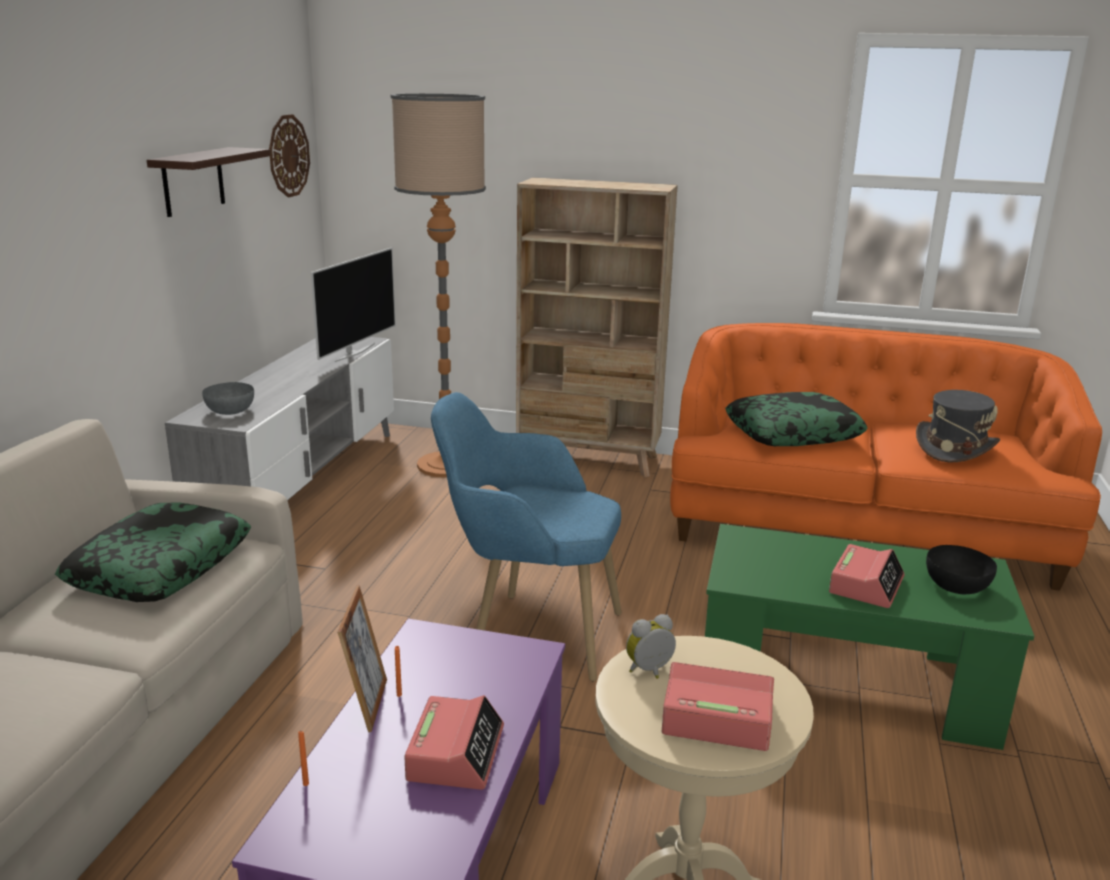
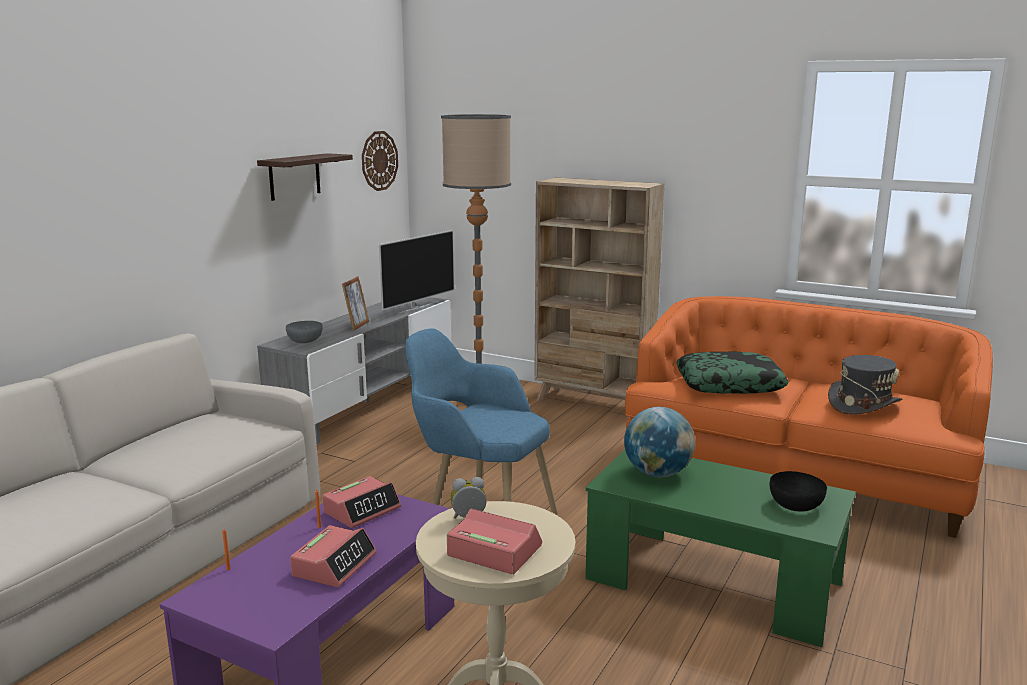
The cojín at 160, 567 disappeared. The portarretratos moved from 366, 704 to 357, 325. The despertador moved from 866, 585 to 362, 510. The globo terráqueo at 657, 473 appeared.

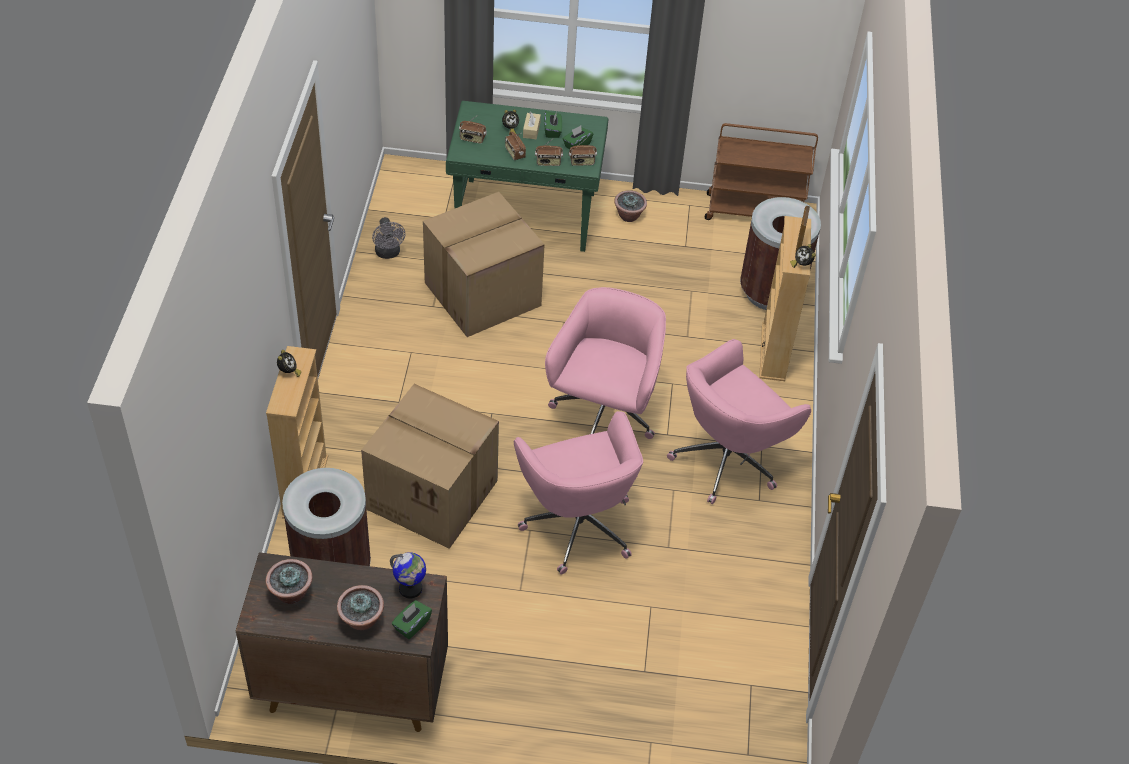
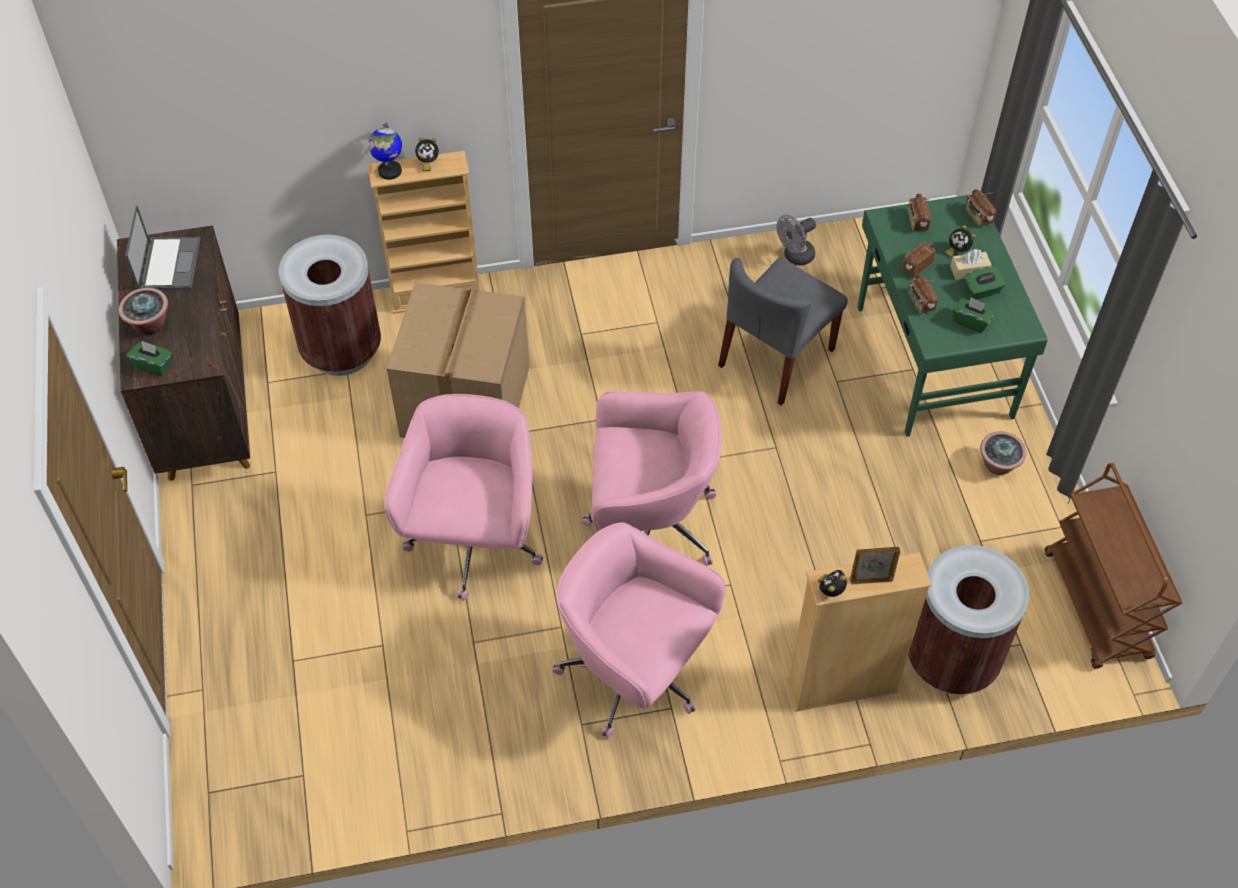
The planta en maceta at 291, 593 was replaced by the portátil at 169, 263. The globo terráqueo moved from 410, 589 to 389, 171. The caja de cartón at 482, 295 was replaced by the silla (gris) at 776, 358. The silla de oficina (rosa) at 577, 523 turned 135 degrees clockwise. The radio moved from 582, 162 to 977, 216.

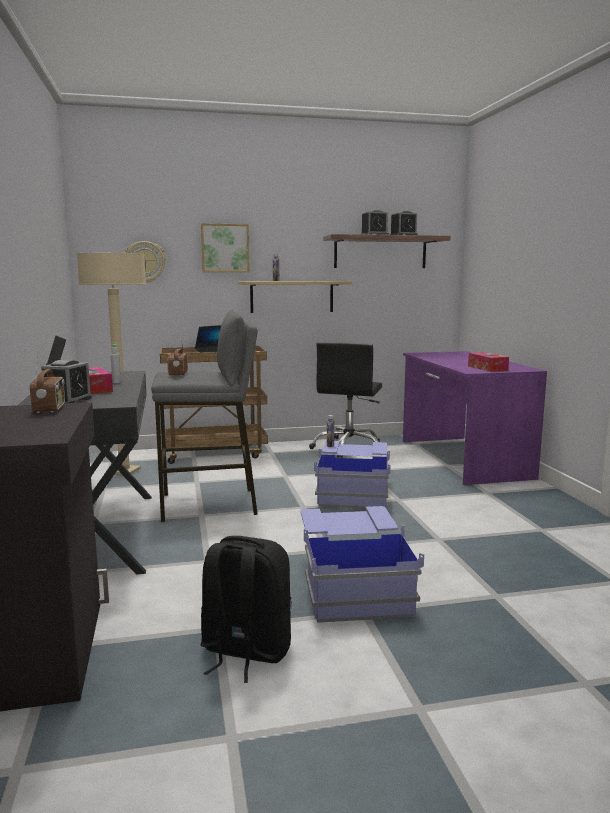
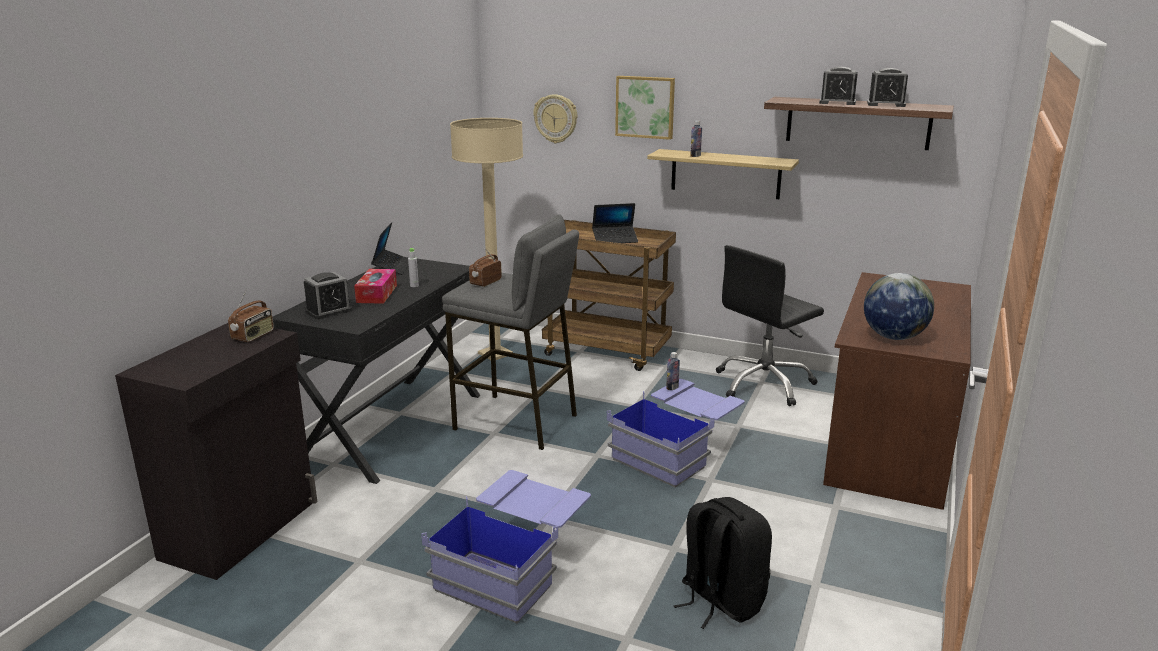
The mochila (negro) moved from 244, 652 to 720, 600. The escritorio (morado) at 462, 458 became the escritorio (marrón) at 889, 442. The caja de pañuelos at 487, 368 was replaced by the globo terráqueo at 893, 337.

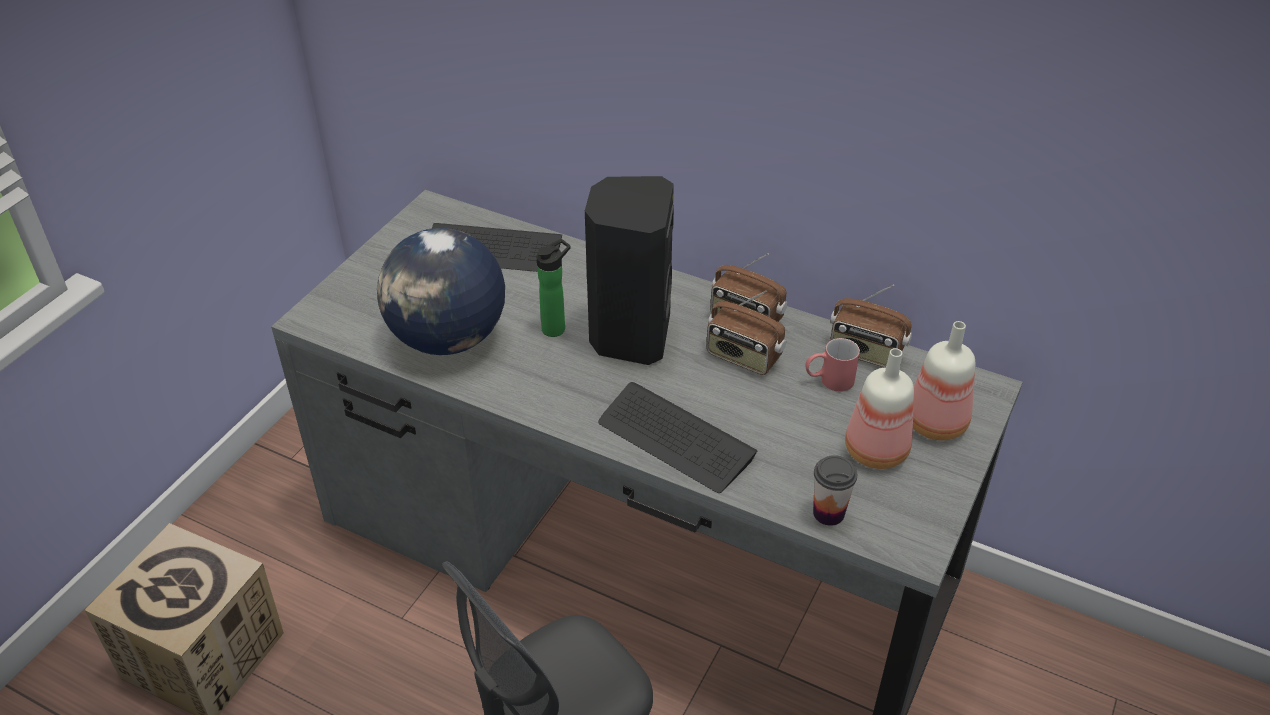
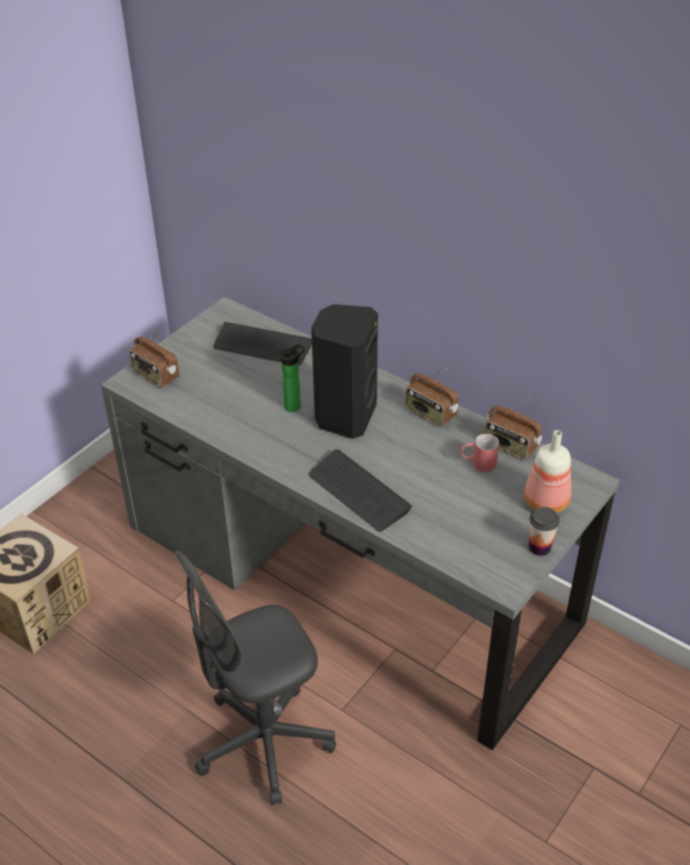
The globo terráqueo at 448, 339 disappeared. The radio moved from 743, 357 to 155, 376. The taza moved from 828, 513 to 540, 547. The botella at 876, 452 disappeared.

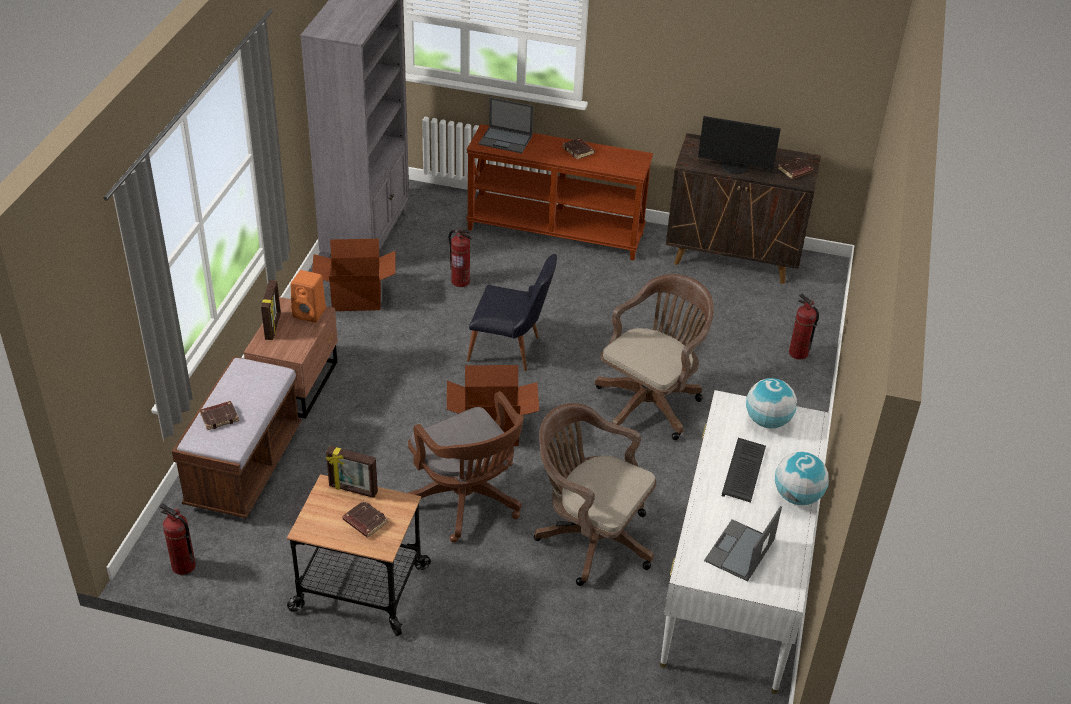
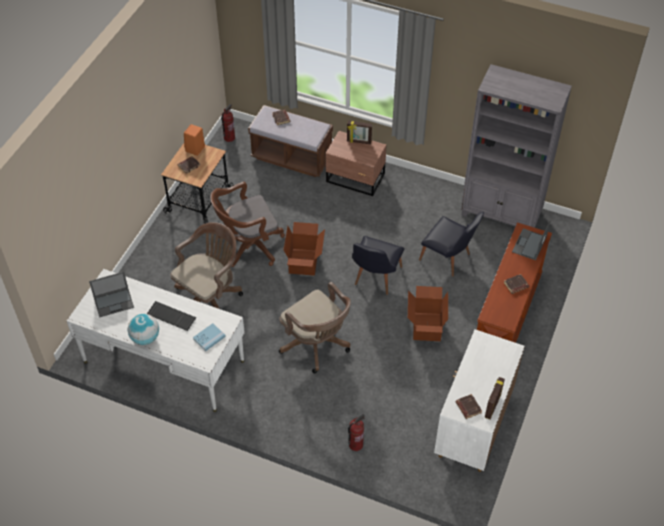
The altavoz (naranja) moved from 310, 313 to 195, 149. The caja de cartón moved from 356, 299 to 426, 327. The portarretratos moved from 353, 490 to 492, 406. The extintor at 461, 281 was replaced by the silla (negro) at 448, 259. The armario (marrón) at 734, 258 became the armario (blanco) at 472, 429. The monitor at 734, 167 disappeared. The portátil at 739, 551 turned 120 degrees clockwise. The globo terráqueo at 767, 421 was replaced by the libro (azul) at 209, 338.

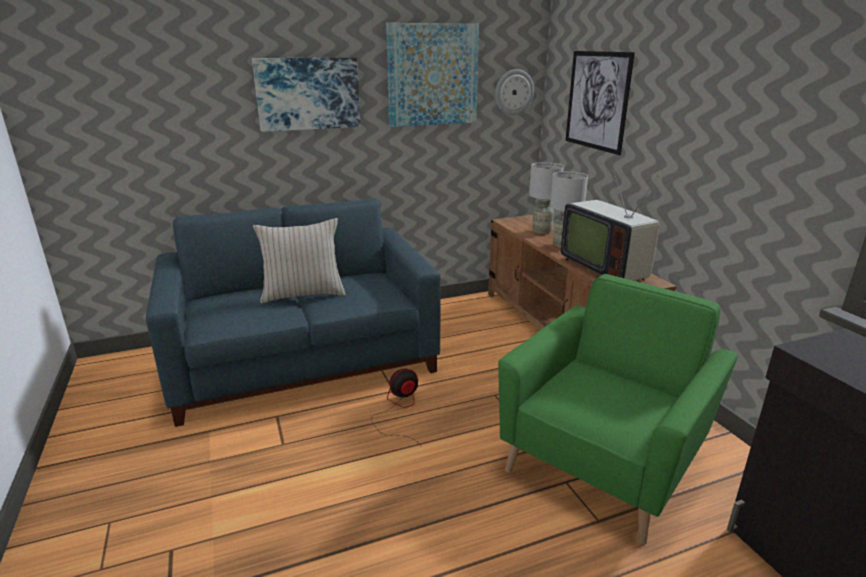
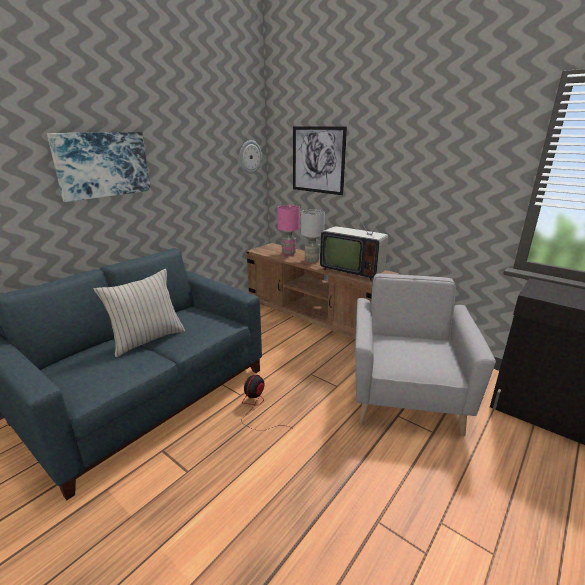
The cuadro at 432, 75 disappeared. The sillón (verde) at 603, 461 became the sillón (gris) at 405, 394. The lámpara de mesa (gris) at 542, 231 became the lámpara de mesa (rosa) at 289, 253.

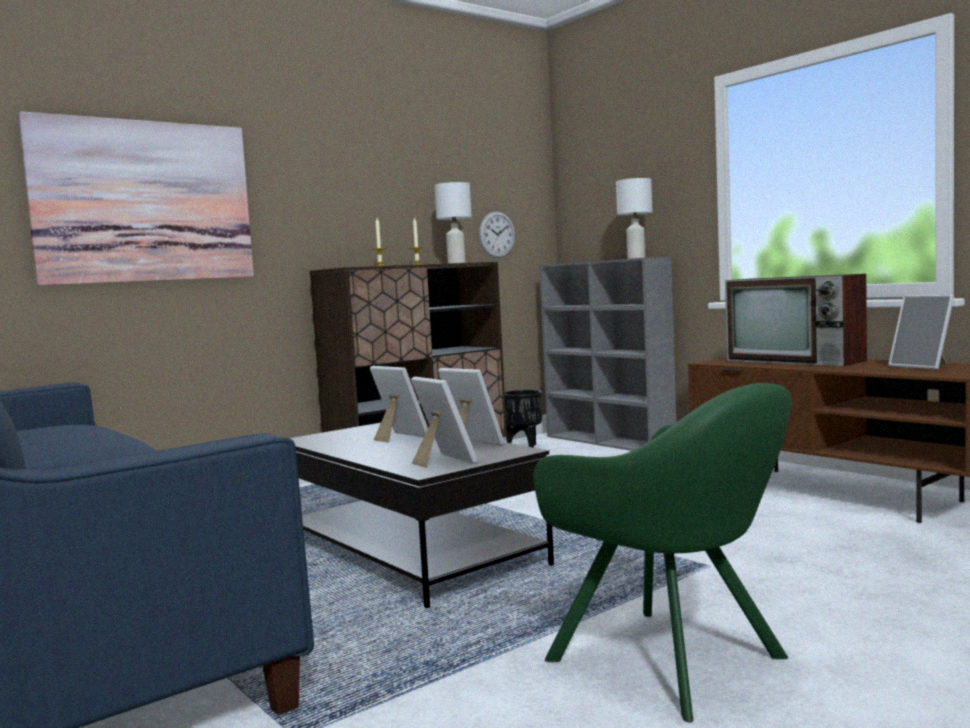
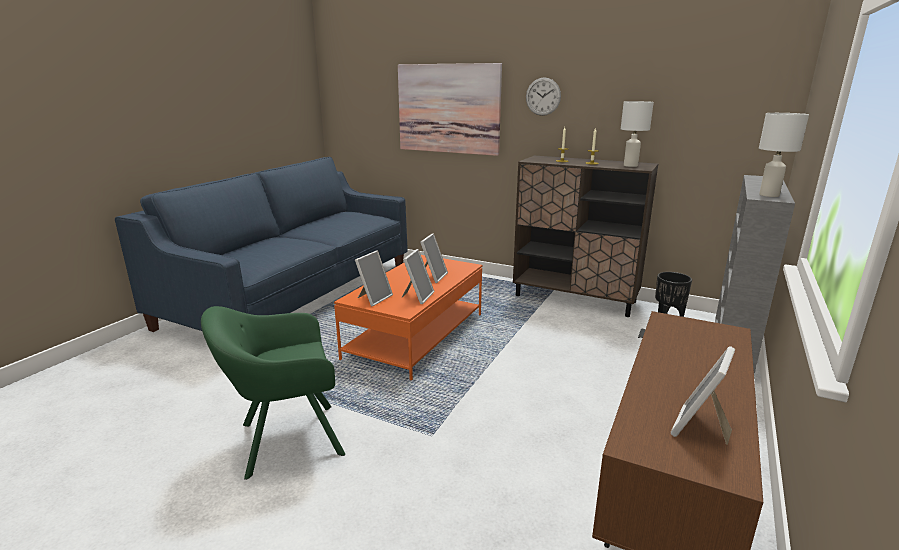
The mesa de centro (negro) at 407, 551 became the mesa de centro (naranja) at 416, 335. The reloj de pared moved from 497, 234 to 543, 96. The sillón (verde) at 674, 662 turned 45 degrees clockwise. The televisor at 797, 361 disappeared.

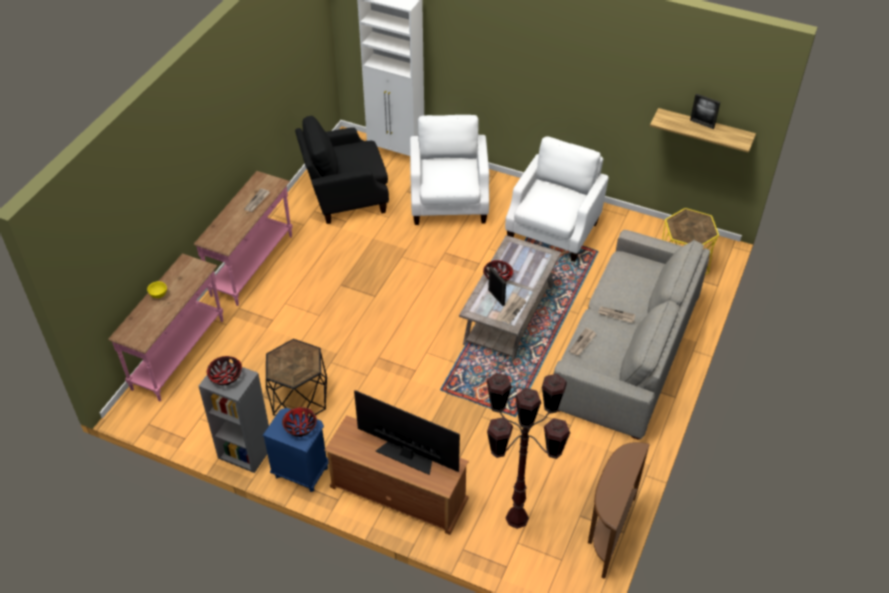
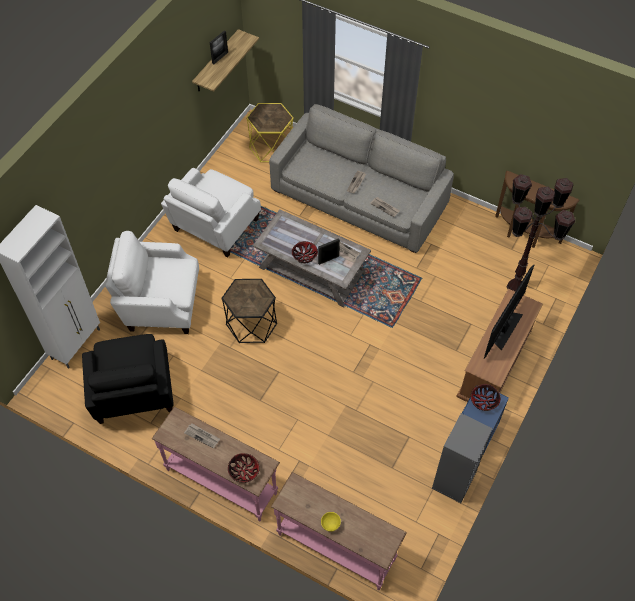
The cuenco moved from 226, 376 to 244, 471. The mesa auxiliar (negro) moved from 299, 400 to 251, 324. The sillón (blanco) at 554, 229 turned 90 degrees counterclockwise.

